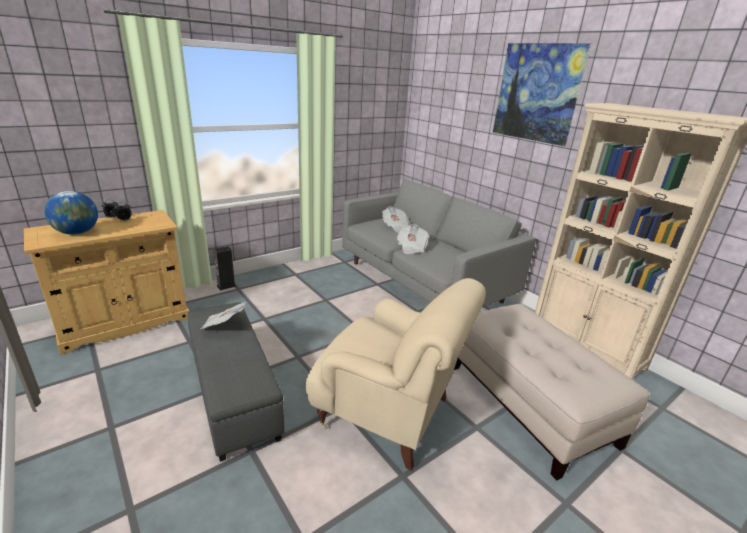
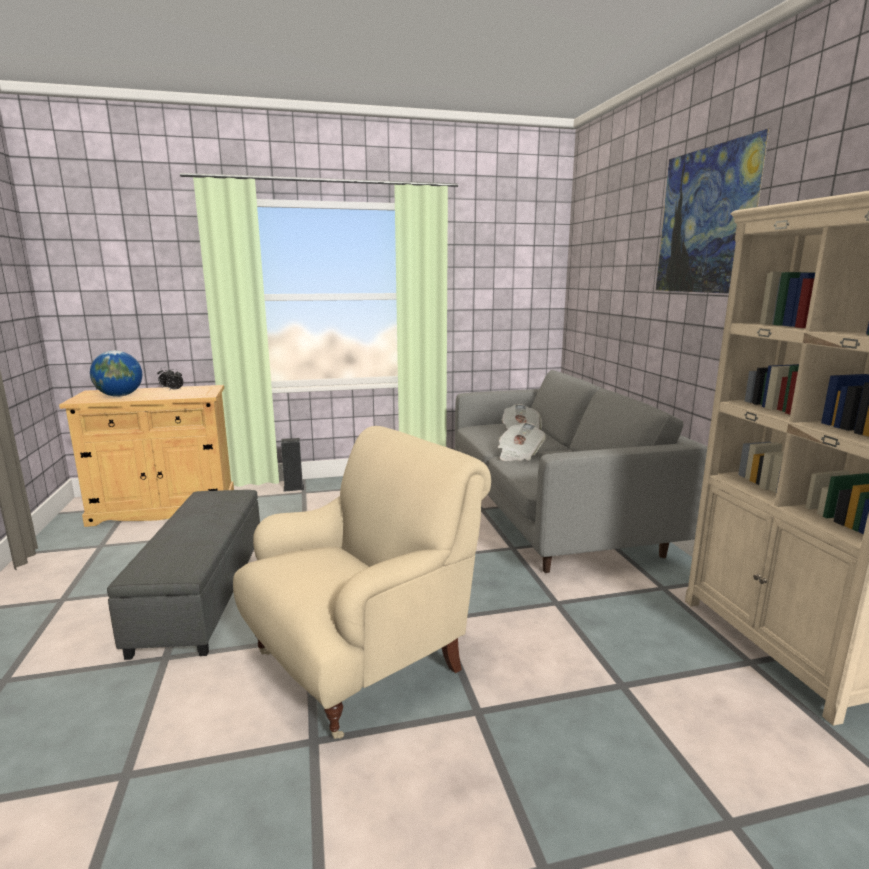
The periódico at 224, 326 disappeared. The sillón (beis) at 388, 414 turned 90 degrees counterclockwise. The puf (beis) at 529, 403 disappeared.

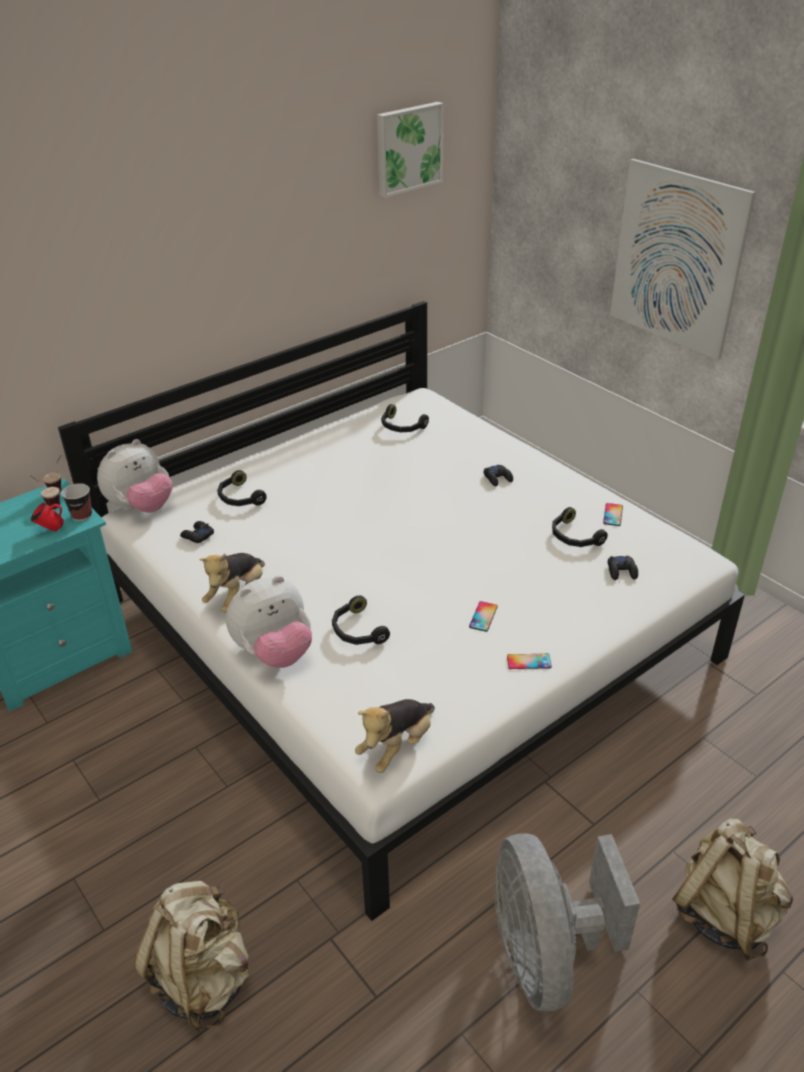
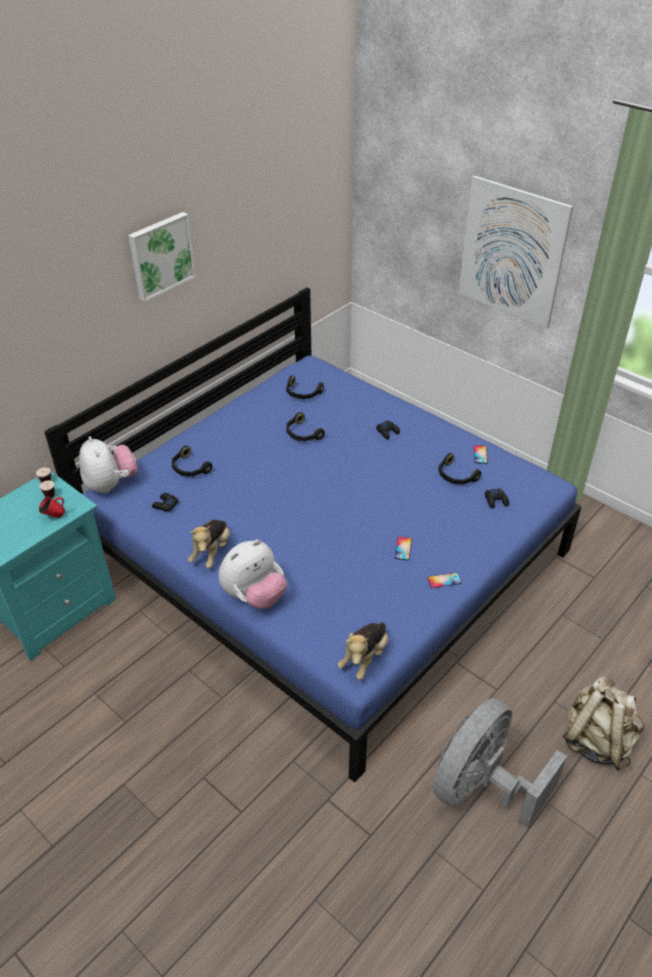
The cama (blanco) at 404, 628 became the cama (azul) at 327, 555. The taza at 82, 515 disappeared. The peluche at 141, 507 turned 60 degrees counterclockwise. The mochila (beis) at 203, 978 disappeared. The auriculares (negro) moved from 357, 630 to 302, 434. The cuadro moved from 408, 148 to 160, 255. The ventilador (gris) at 546, 953 turned 60 degrees clockwise.

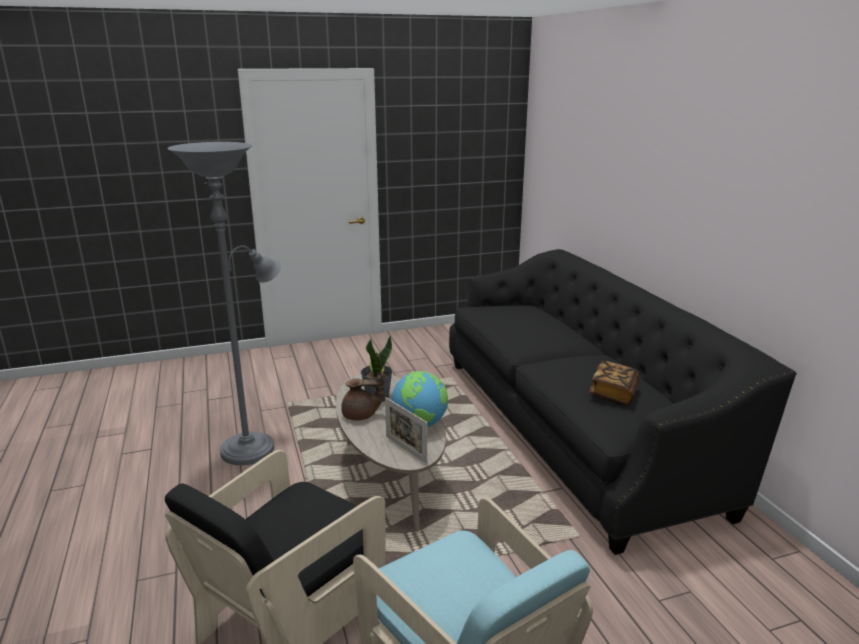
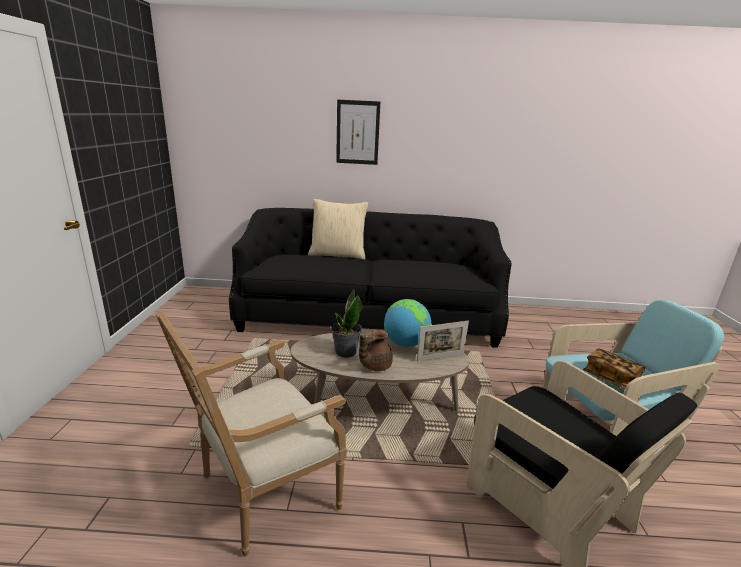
The lámpara de pie (gris) at 253, 446 was replaced by the sillón at 262, 492. The tetera (marrón) at 361, 415 turned 150 degrees counterclockwise. The libro moved from 613, 393 to 610, 378. The cojín (beis) at 338, 254 appeared. The cuadro at 357, 132 appeared.

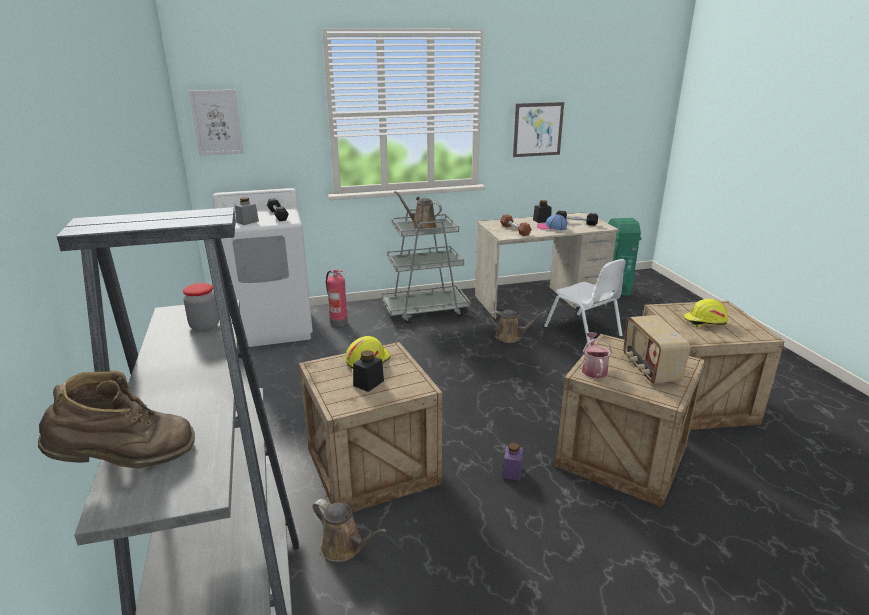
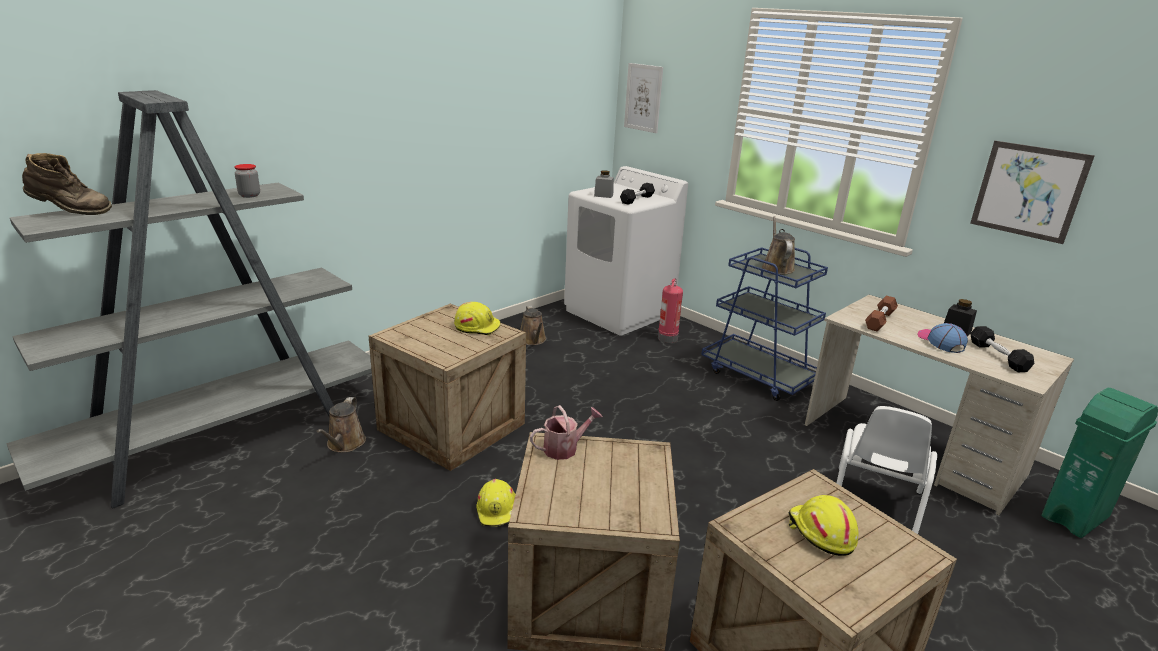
The bota (marrón) at 128, 464 turned 45 degrees counterclockwise. The tarro (negro) at 368, 383 disappeared. The carrito (gris) at 425, 310 became the carrito (azul) at 758, 376. The regadera (marrón) moved from 510, 337 to 533, 340. The tarro (morado) at 512, 471 was replaced by the casco (amarillo) at 498, 511. The radio at 649, 369 disappeared.

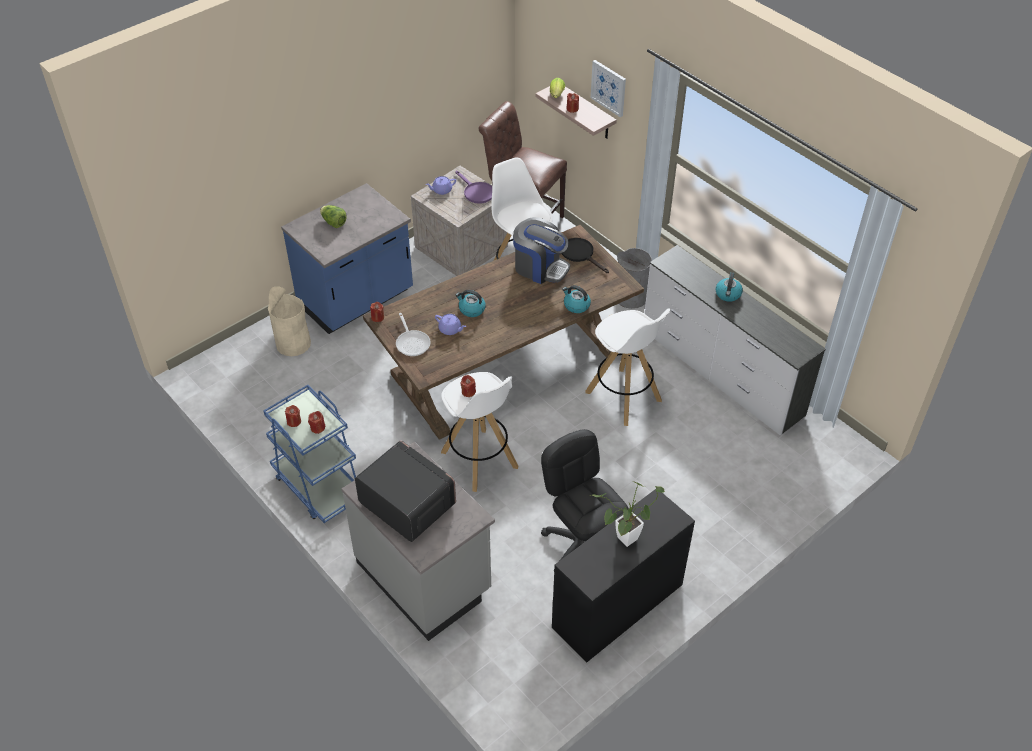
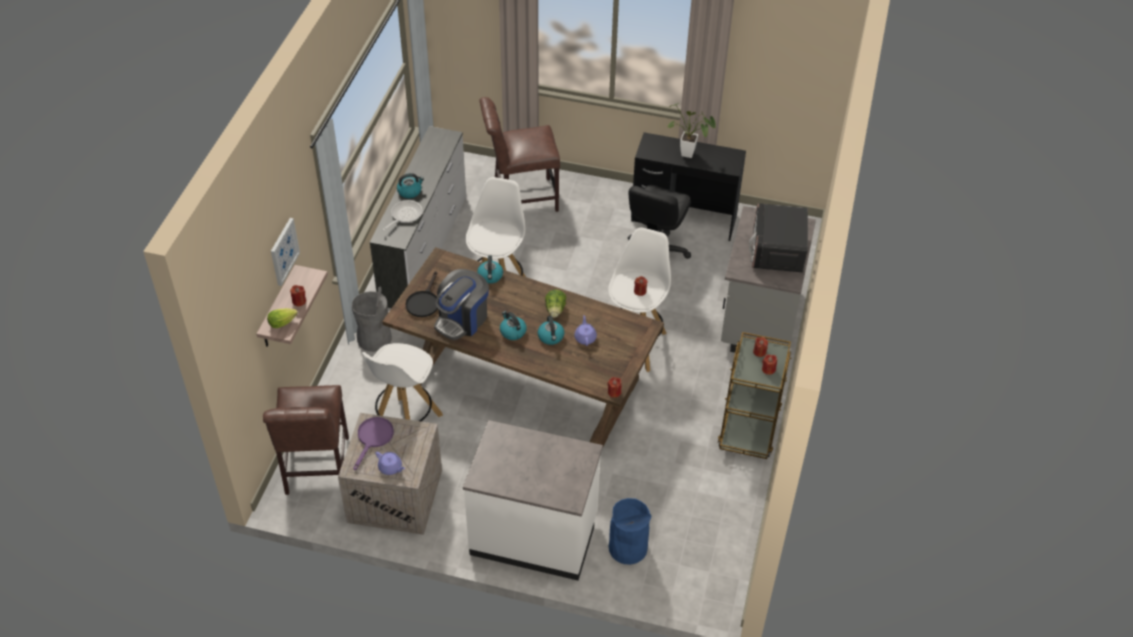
The carrito (azul) at 319, 486 became the carrito (marrón) at 749, 426. The papelera (beis) at 293, 343 became the papelera (azul) at 628, 547. The mueble bajo de cocina (azul) at 356, 300 became the mueble bajo de cocina (blanco) at 534, 534. The lechuga moved from 333, 223 to 555, 310. The sartén moved from 412, 343 to 404, 215. The cafetera at 540, 267 turned 135 degrees counterclockwise. The silla (marrón) at 521, 198 appeared. The hervidor at 512, 332 appeared.

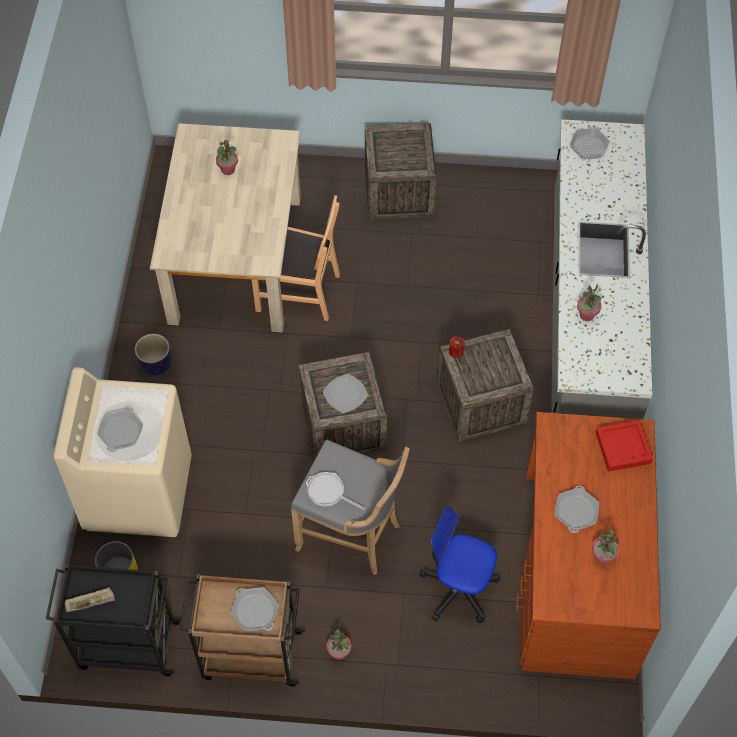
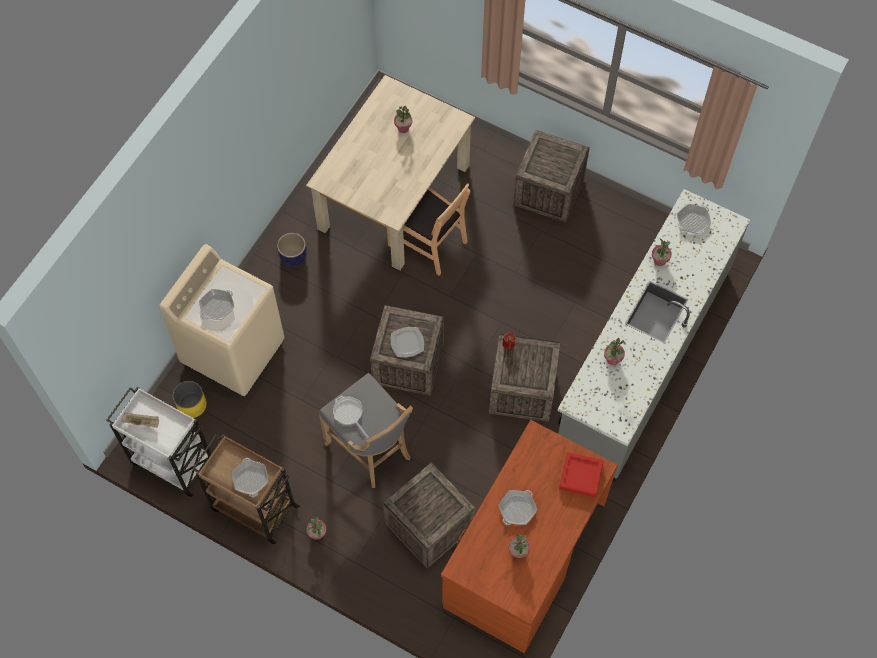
The carrito (negro) at 127, 645 became the carrito (blanco) at 171, 461. The silla de oficina at 458, 588 was replaced by the caja de embalaje at 429, 525. The planta en maceta at 659, 261 appeared.

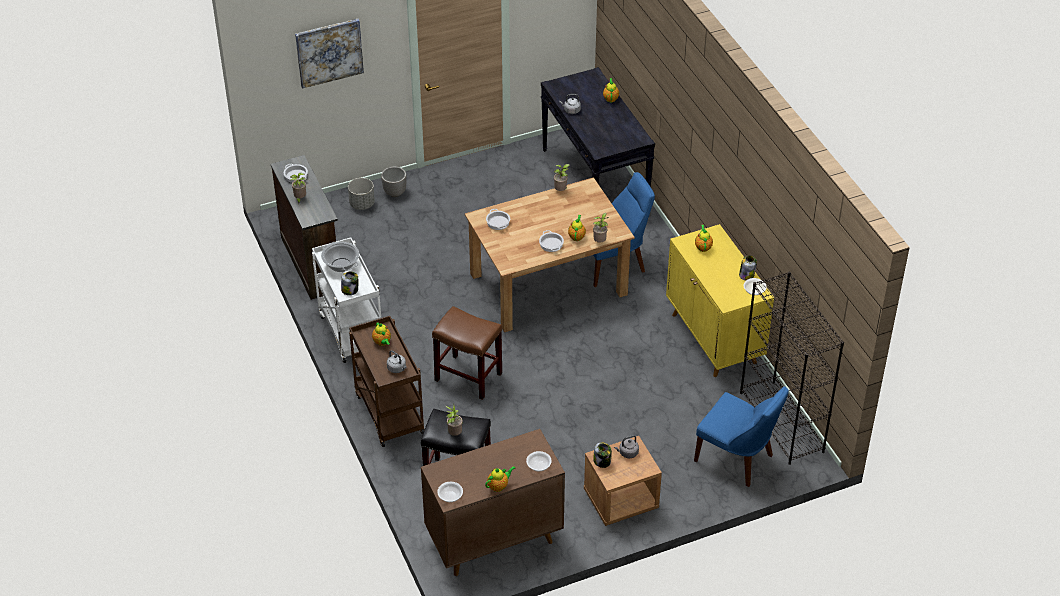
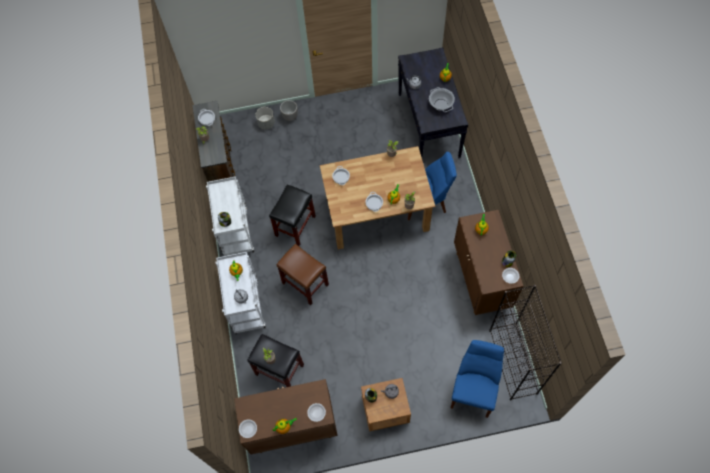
The cuadro at 329, 52 disappeared. The olla moved from 341, 265 to 440, 104. The carrito (marrón) at 388, 413 became the carrito (blanco) at 245, 305. The armario (amarillo) at 714, 339 became the armario (marrón) at 481, 280. The silla (azul) at 737, 459 turned 120 degrees counterclockwise. The taburete (negro) at 295, 225 appeared.

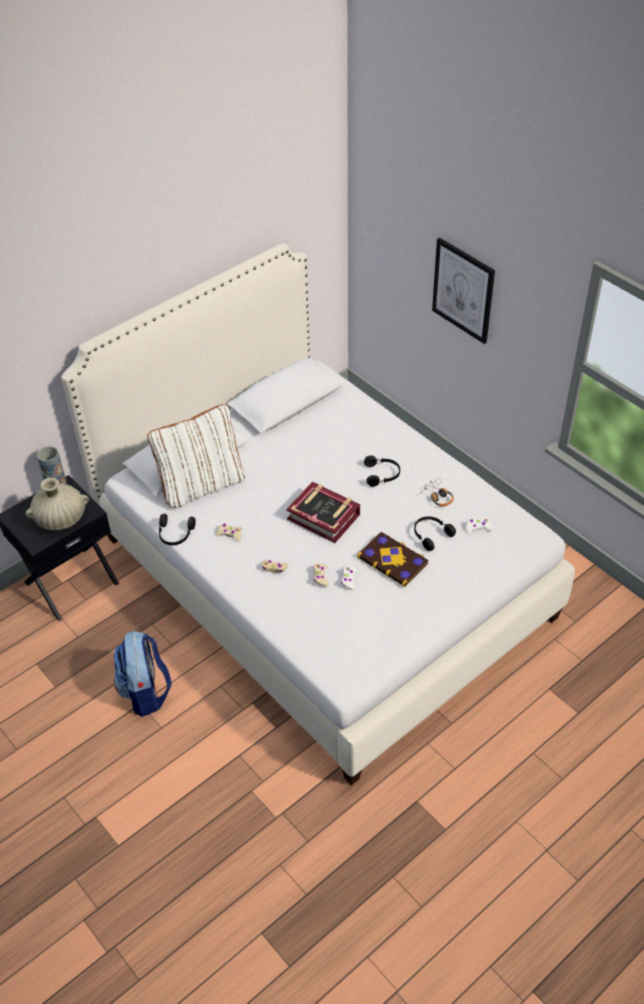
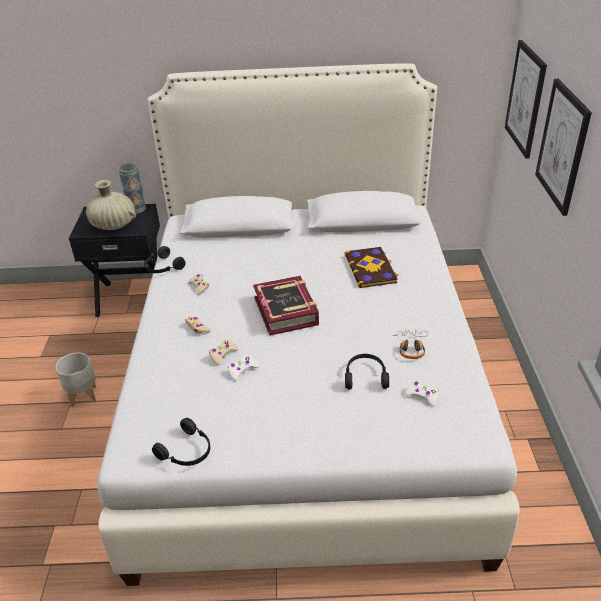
The mochila at 146, 692 was replaced by the maceta (gris) at 83, 396. The cojín (blanco) at 201, 485 disappeared. The libro moved from 393, 560 to 371, 269. The auriculares (negro) moved from 382, 474 to 187, 451. The cuadro at 525, 98 appeared.

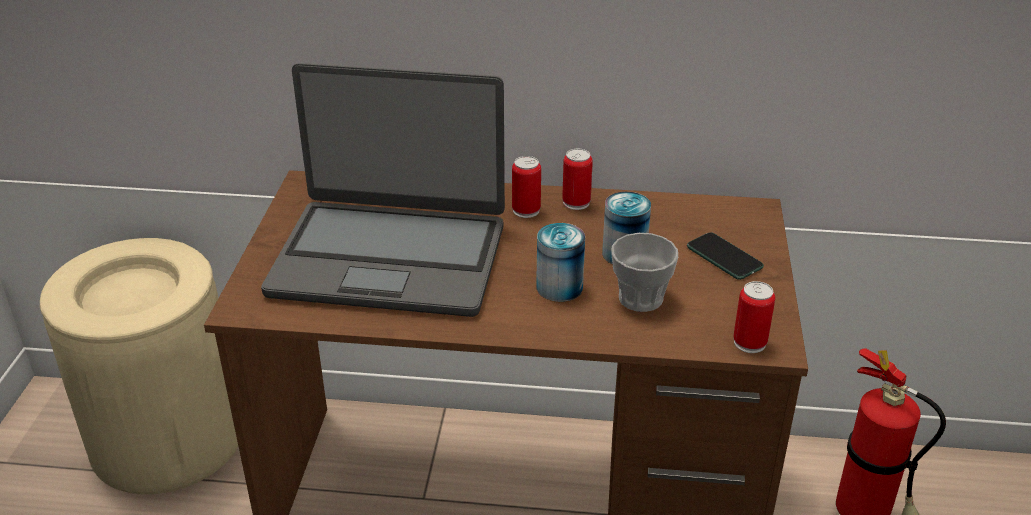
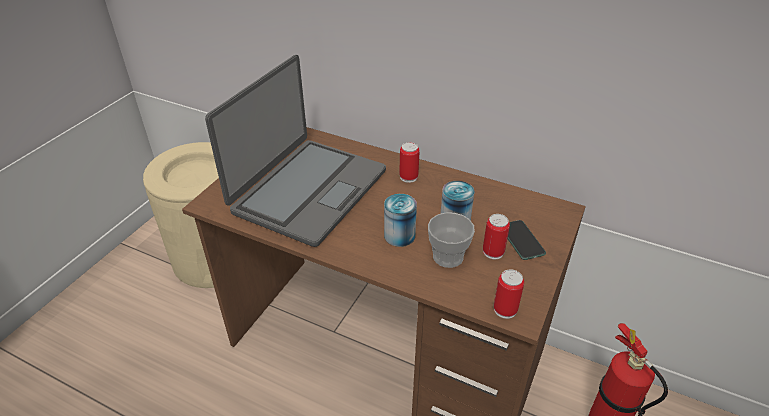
The portátil at 390, 258 turned 90 degrees counterclockwise. The lata moved from 576, 202 to 493, 252.

